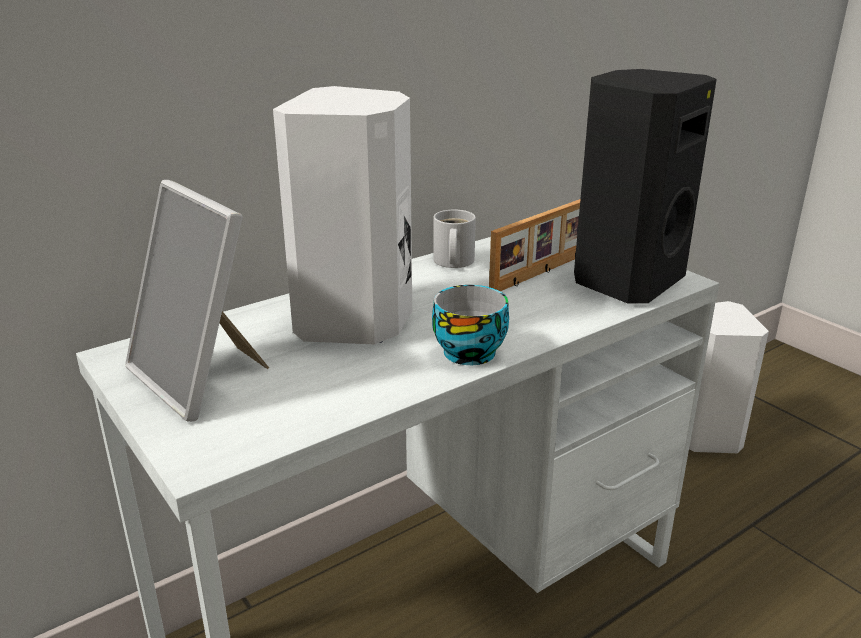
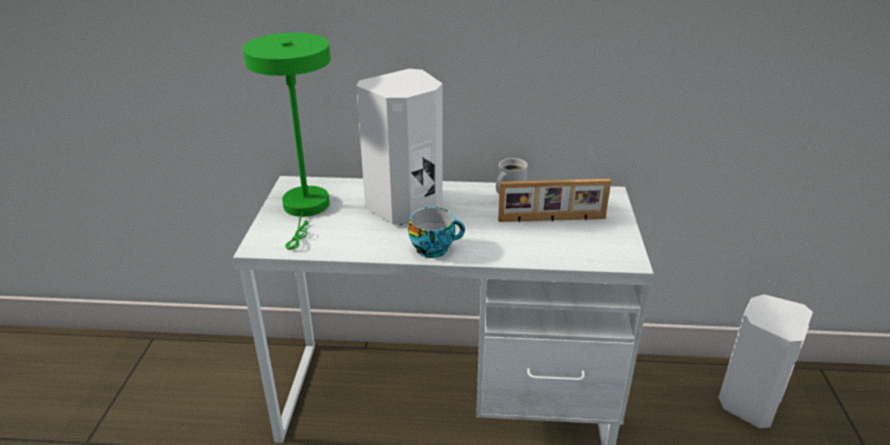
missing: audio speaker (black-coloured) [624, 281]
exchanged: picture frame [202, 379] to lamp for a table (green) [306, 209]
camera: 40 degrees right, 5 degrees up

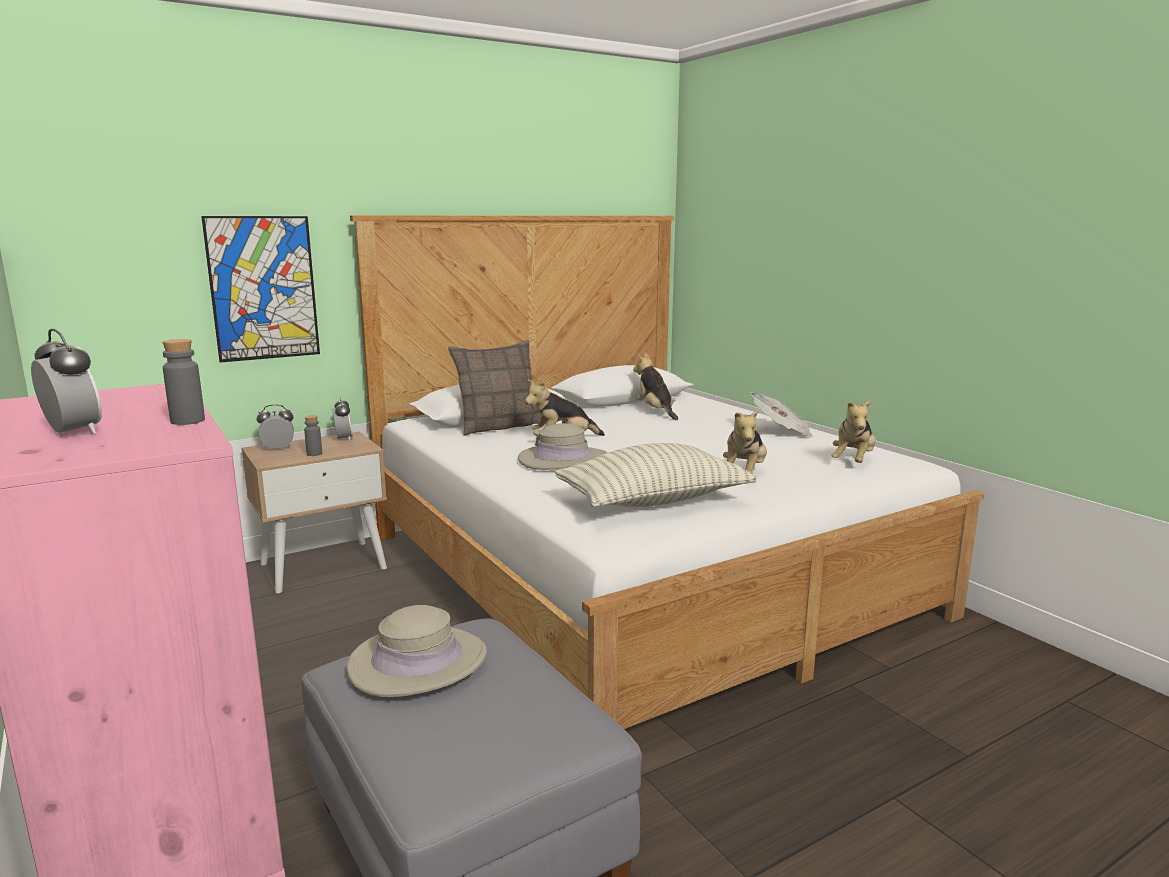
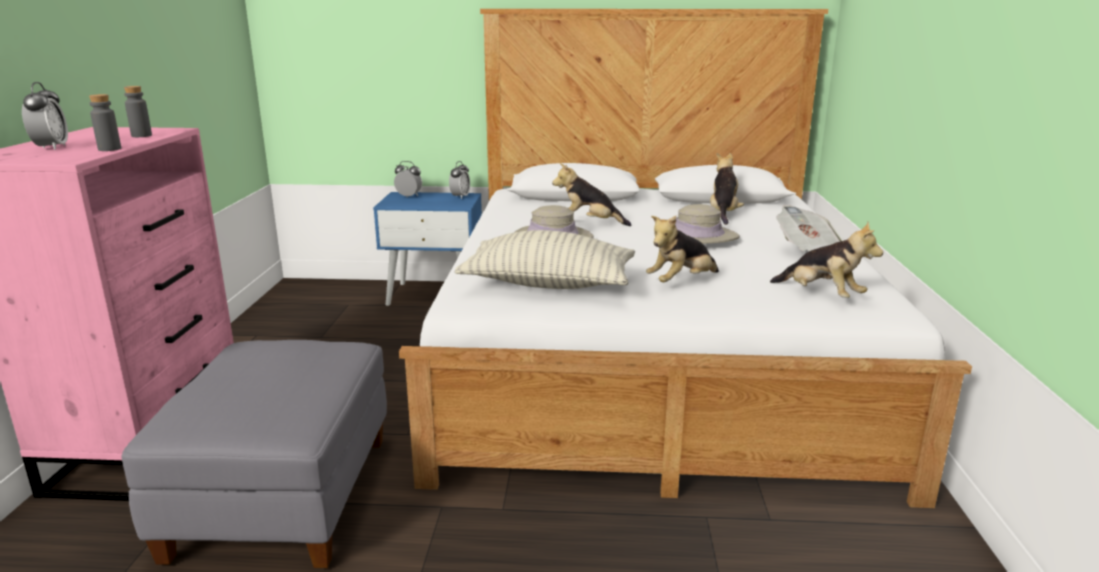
missing: picture [263, 288]; cushion [499, 426]
relocated: bottle (grey) [314, 454] to [141, 136]; wearable hat (beige-coloured) [418, 662] to [697, 236]
colour: bedside table (beige-coloured) [324, 565] to bedside table (blue) [435, 294]
spun: cuddly toy [853, 462] = [821, 295] 105 degrees counterclockwise
camera: 35 degrees right, 5 degrees up

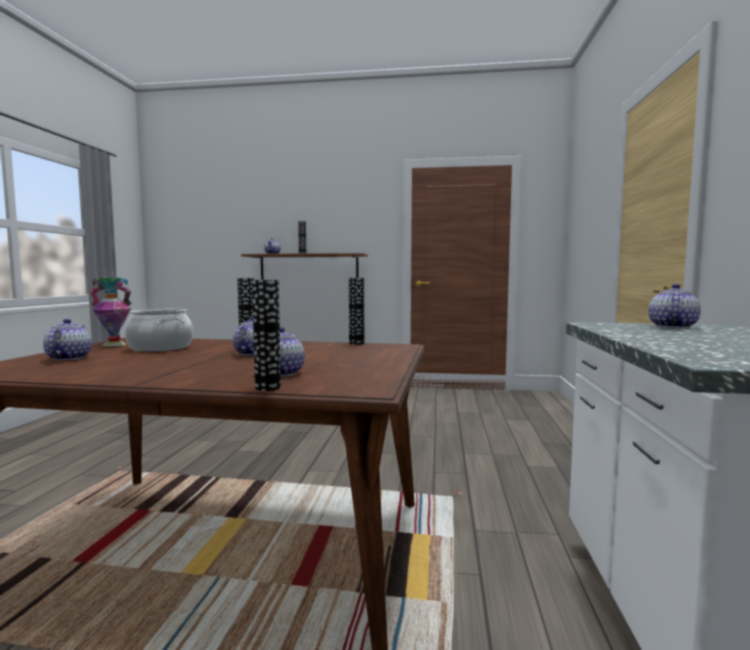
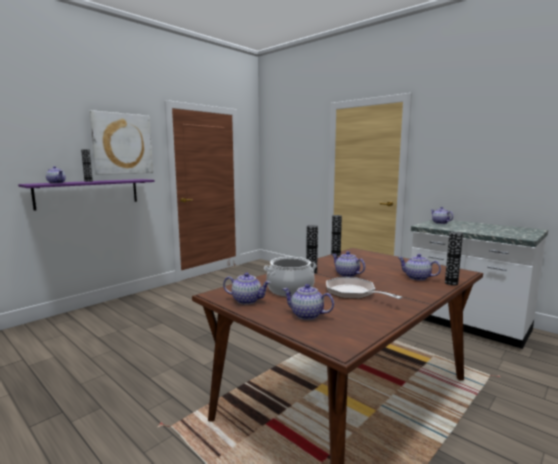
appeared: picture [122, 144]; frying pan [353, 293]
exchanged: vase [114, 344] to teapot [247, 300]
colour: bracket shelf (brown-coloured) [309, 267] to bracket shelf (purple-coloured) [88, 193]
camera: 55 degrees left, 5 degrees up

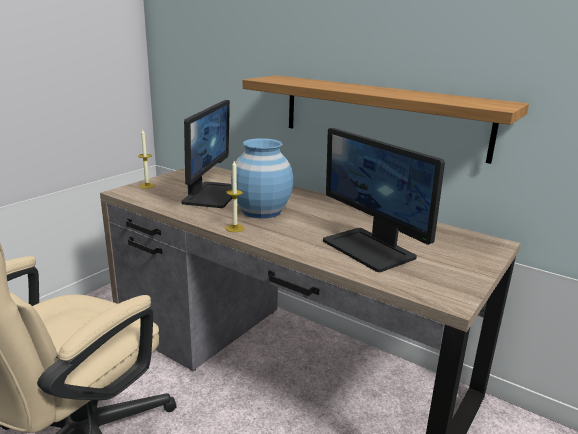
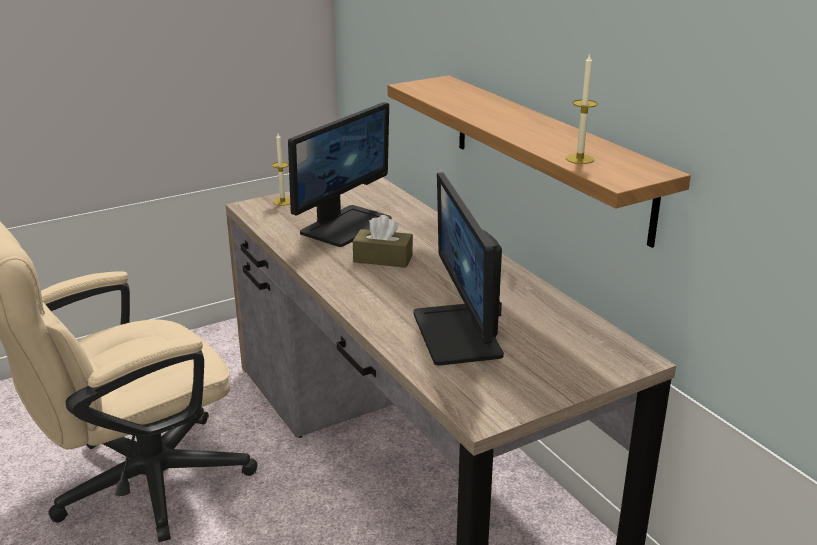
relocated: wax light [235, 228] to [579, 159]
exchanged: vase (blue) [262, 211] to tissue holder (brown-coloured) [383, 258]
camera: 25 degrees right, 5 degrees up

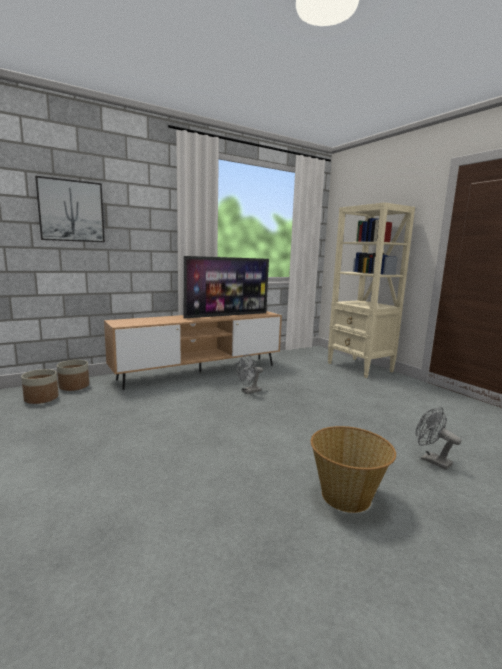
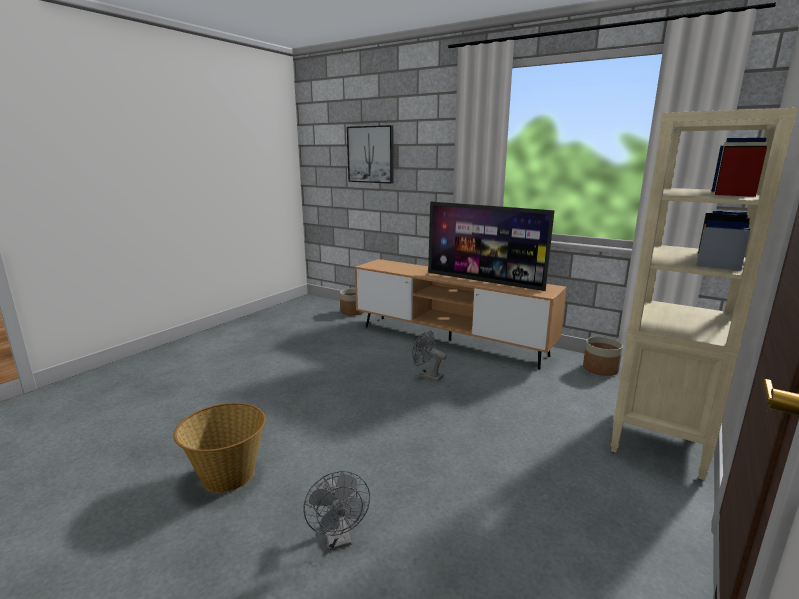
relocated: planter [41, 398] to [600, 369]
spun: fan (grey) [431, 460] = [338, 539] 135 degrees clockwise
camera: 65 degrees right, 5 degrees up

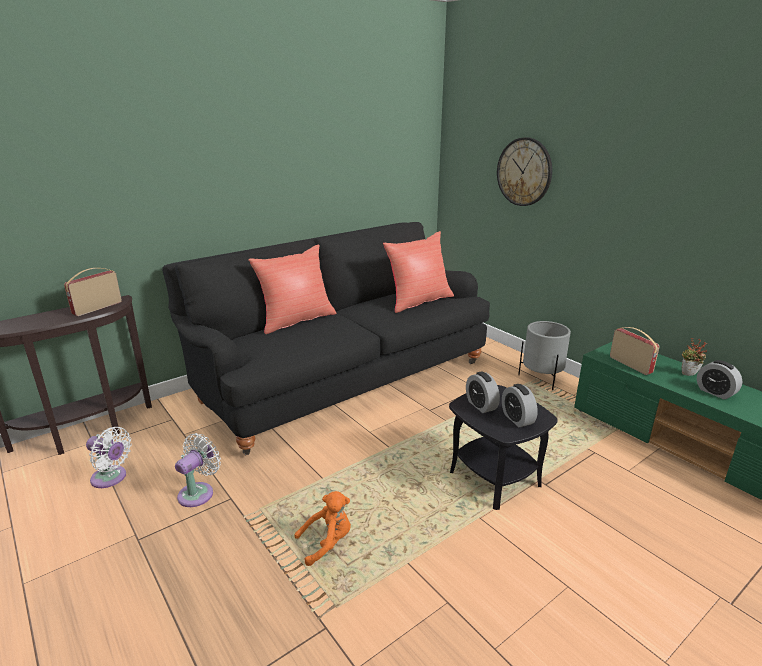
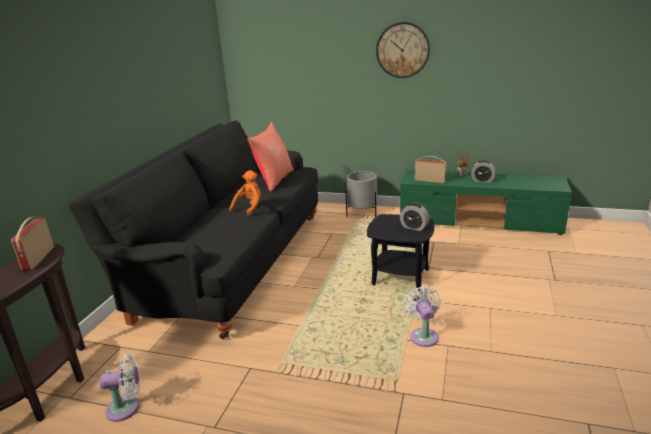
missing: cushion (red-coloured) [296, 320]; bedside clock [481, 405]
relocated: fan (whitish) [199, 492] to [423, 335]; cuddly toy (orange-coloured) [327, 543] to [249, 207]; wall clock [524, 172] to [402, 50]
camera: 35 degrees left, 0 degrees up

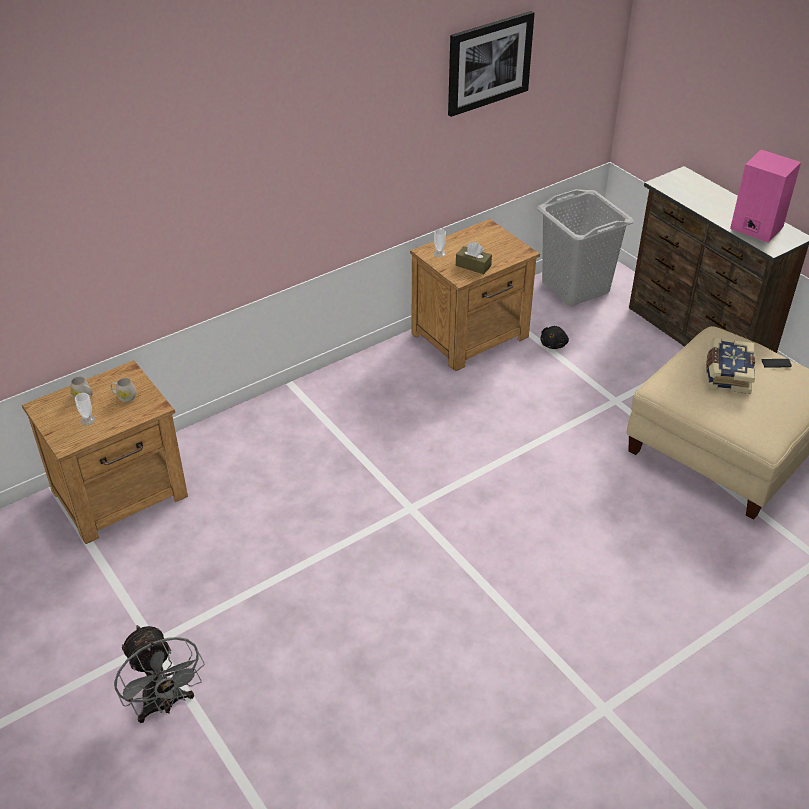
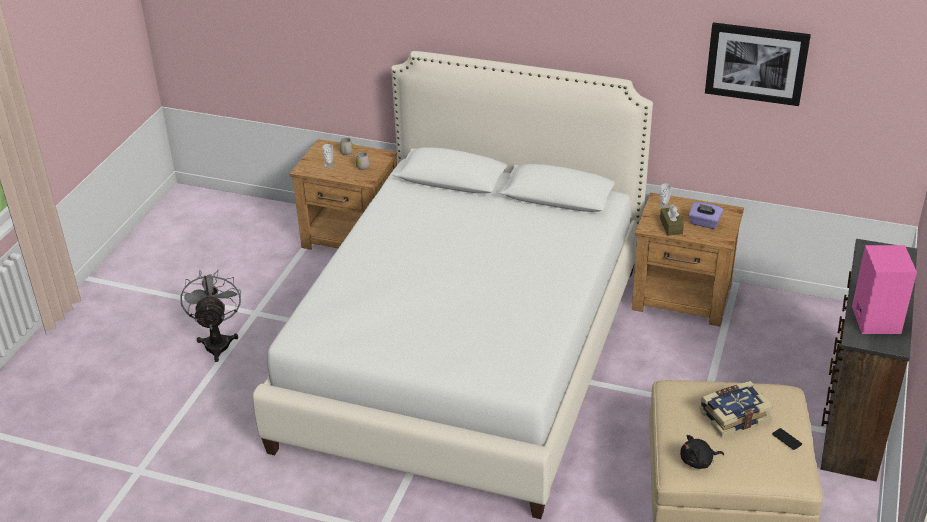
missing: laundry basket (grey) [575, 286]
appeared: sleeping bed (whitish) [466, 353]; tissue holder (purple-coloured) [704, 223]
relocated: cuddly toy (black-coloured) [554, 344] to [698, 461]
spun: fan (grey) [165, 705] = [217, 341] 150 degrees clockwise
camera: 55 degrees right, 5 degrees down

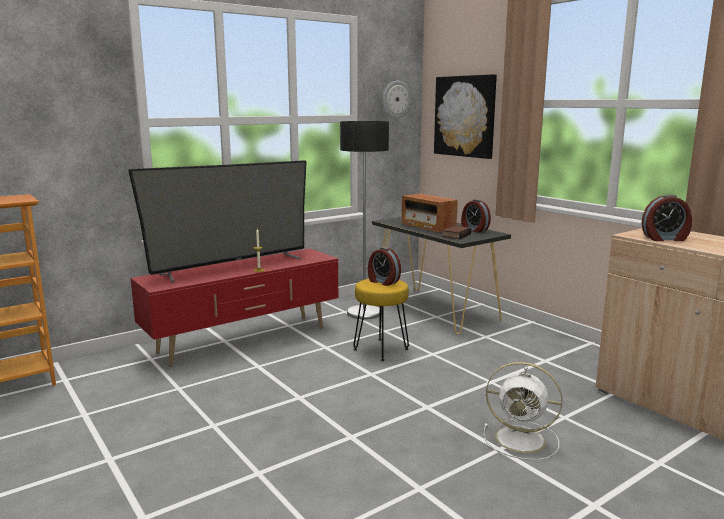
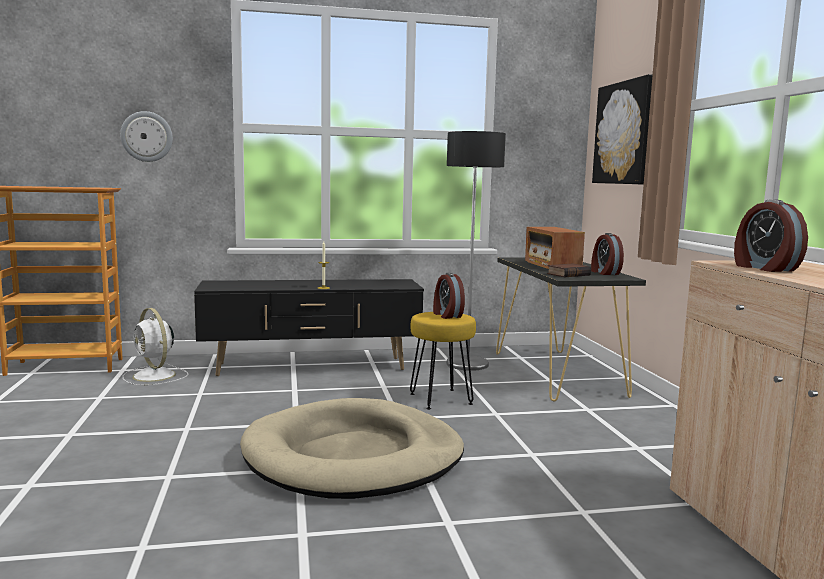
missing: television [232, 266]
appeared: dog bed (beige-coloured) [354, 456]
relocated: wall clock [396, 99] to [147, 136]; fan (whitish) [522, 440] to [155, 376]
colour: media console (red-coloured) [245, 340] to media console (black-coloured) [312, 367]
spun: bedside clock [665, 239] = [764, 268] 45 degrees clockwise
camera: 25 degrees right, 5 degrees down

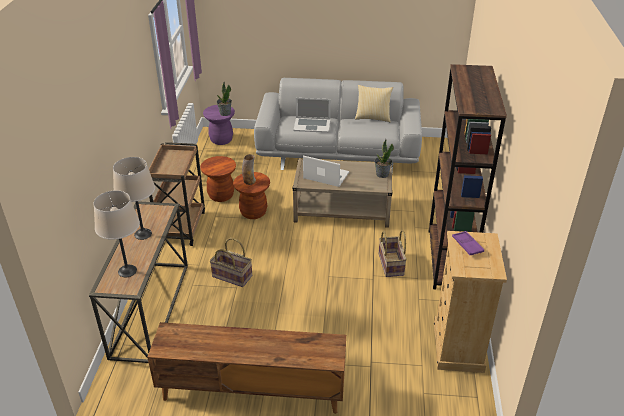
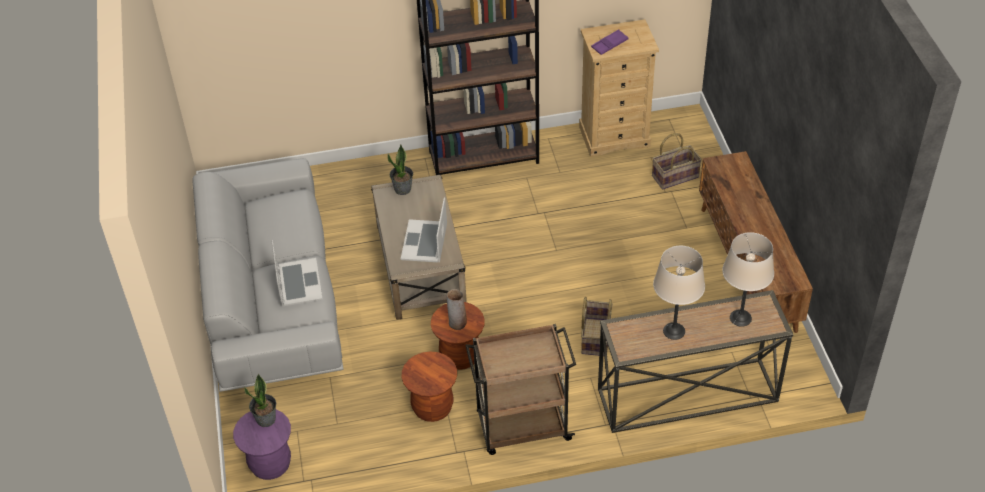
missing: cushion [373, 117]
relocated: basket [391, 264] to [675, 176]
camera: 105 degrees left, 10 degrees up

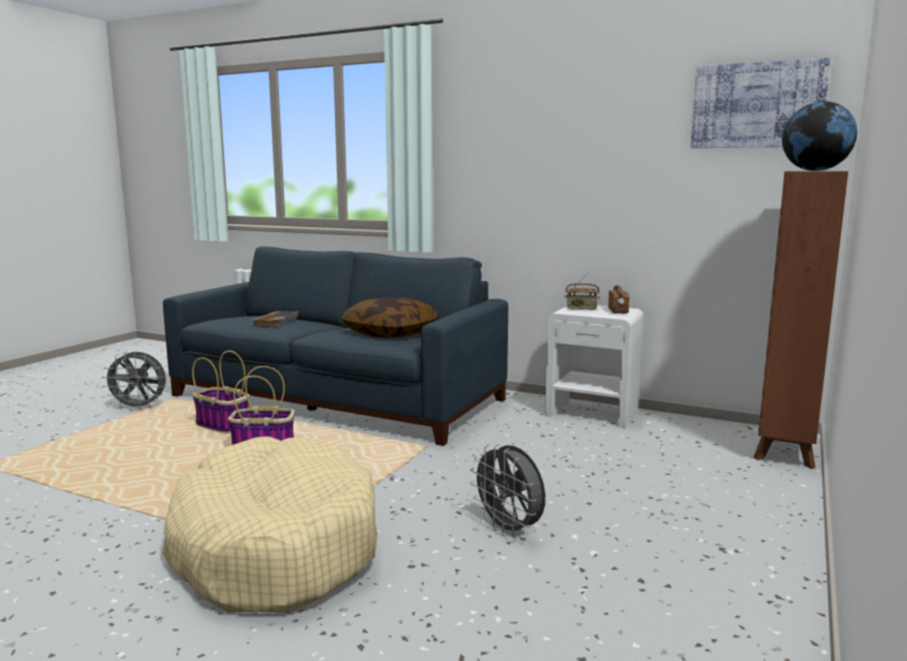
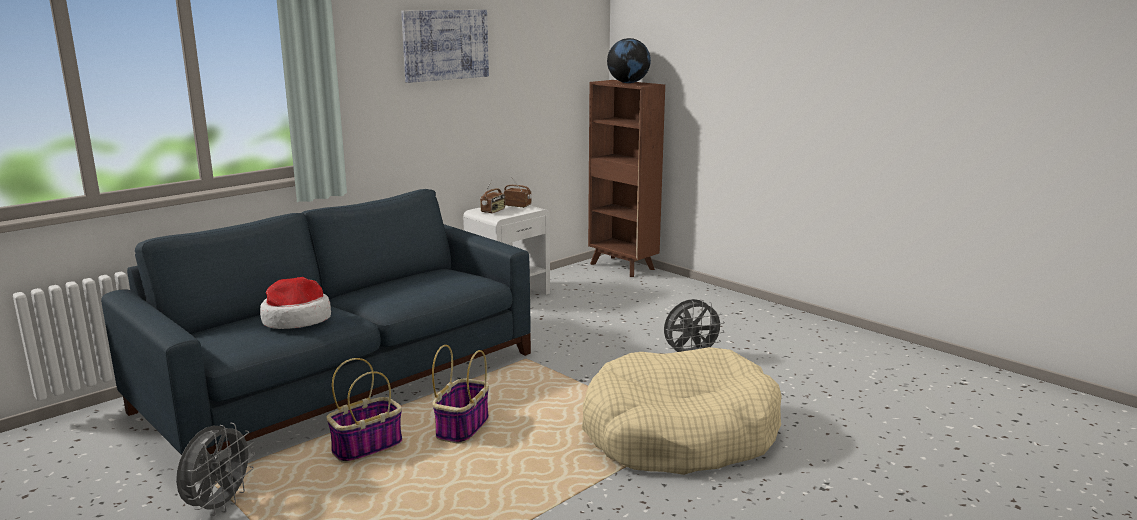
missing: cushion [391, 333]
relocated: picture [757, 105] to [445, 45]
exchanged: carrying tray (grey) [274, 322] to wearable hat [296, 320]
camera: 70 degrees left, 5 degrees up

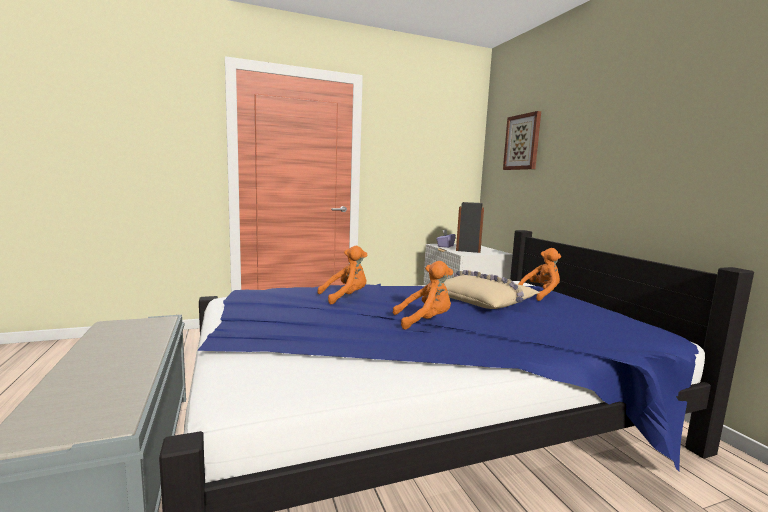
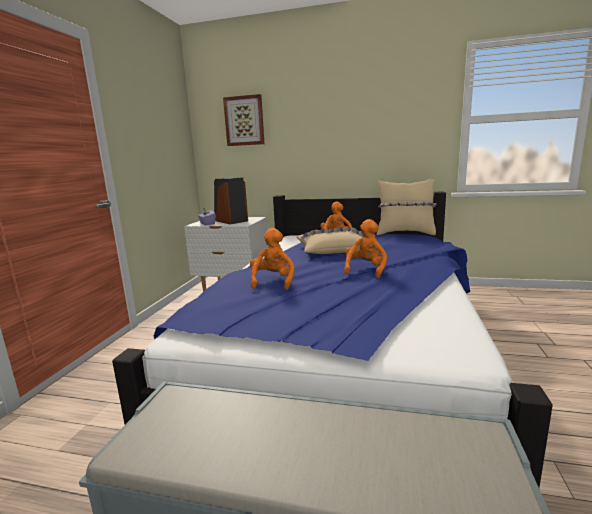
appeared: cushion (beige-coloured) [405, 233]
camera: 55 degrees left, 5 degrees up

